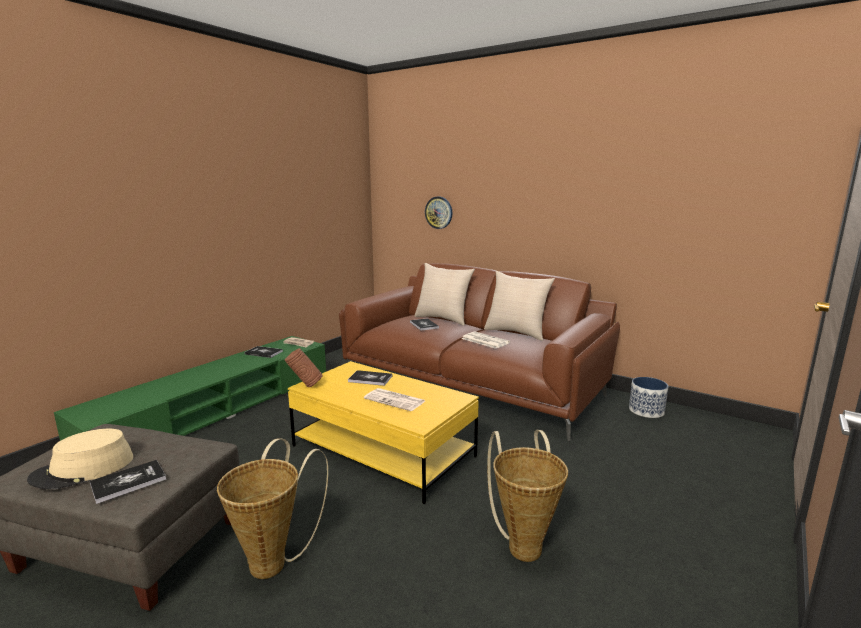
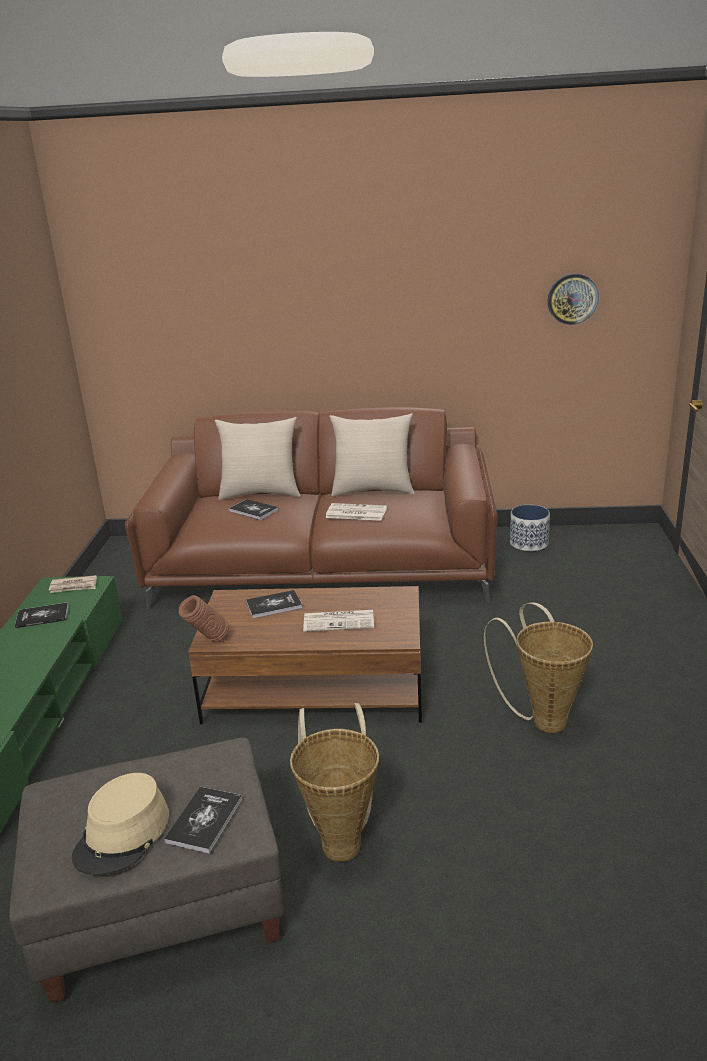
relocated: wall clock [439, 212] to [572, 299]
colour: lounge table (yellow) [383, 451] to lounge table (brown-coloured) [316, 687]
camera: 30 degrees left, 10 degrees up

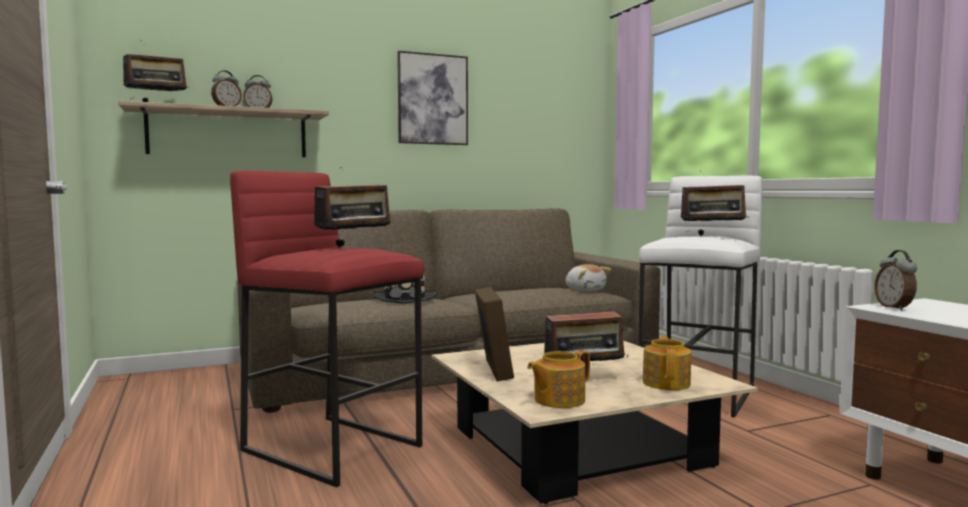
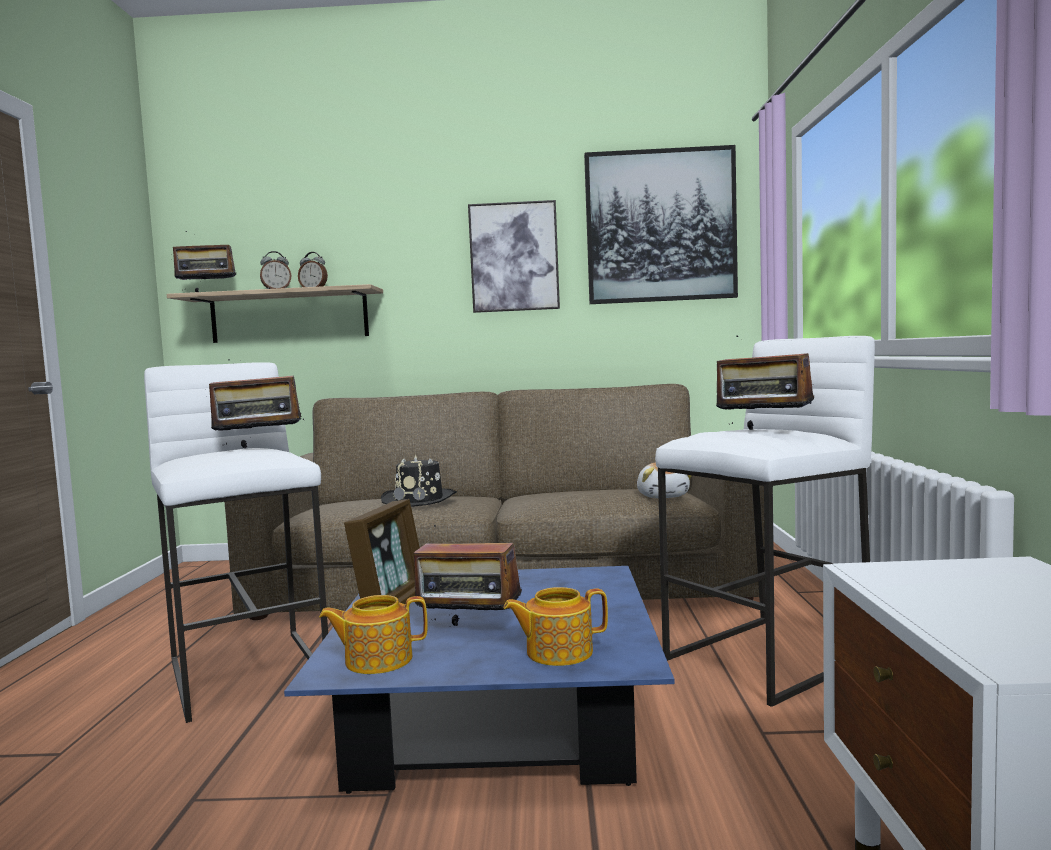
missing: bedside clock [895, 308]
appeared: picture [660, 226]
colour: sitting stool (red-coloured) [333, 447] to sitting stool (whitish) [250, 672]; lounge table (beige-coloured) [579, 446] to lounge table (blue) [498, 716]
spun: teapot [667, 383] = [557, 652] 135 degrees counterclockwise
camera: 25 degrees right, 0 degrees up

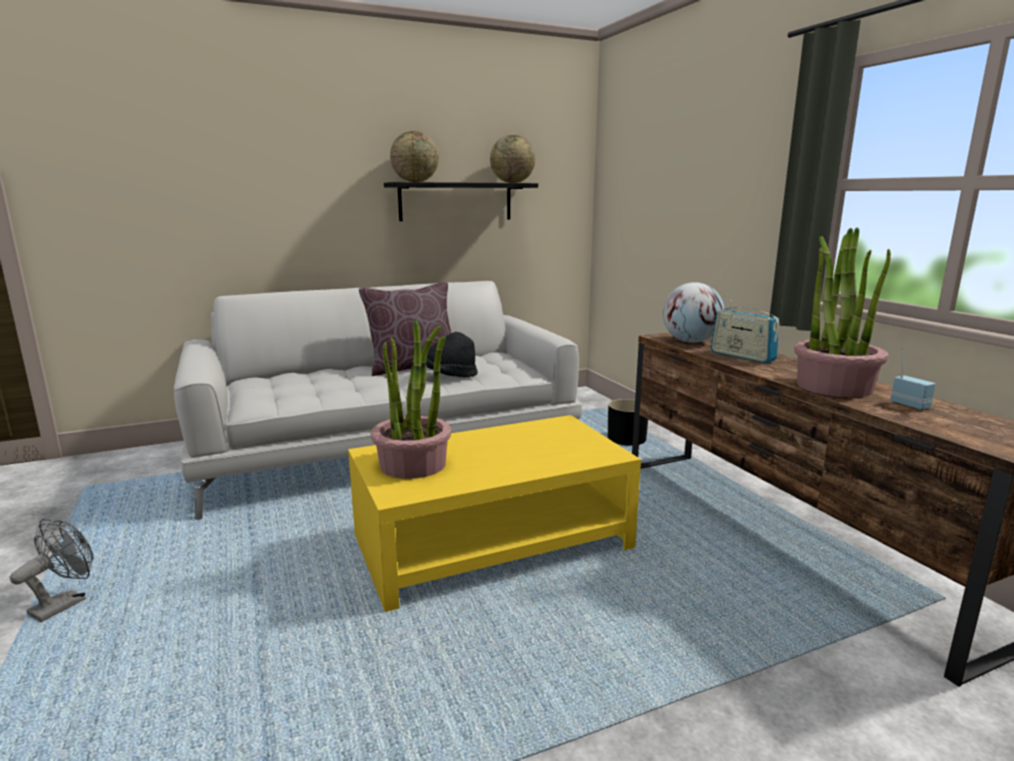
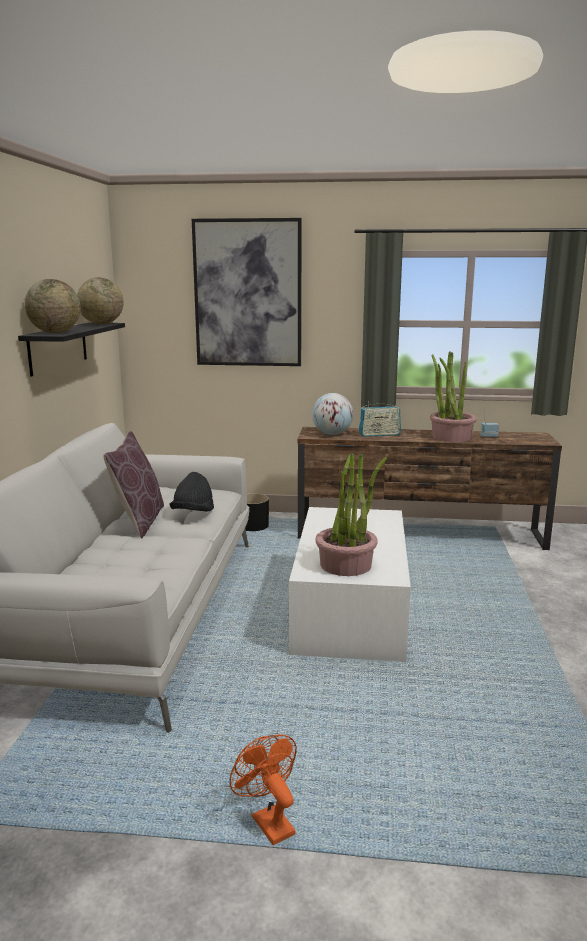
appeared: picture [248, 293]
colour: fan (grey) [65, 603] to fan (orange-coloured) [268, 821]; lounge table (yellow) [492, 542] to lounge table (whitish) [350, 608]
camera: 60 degrees left, 0 degrees up

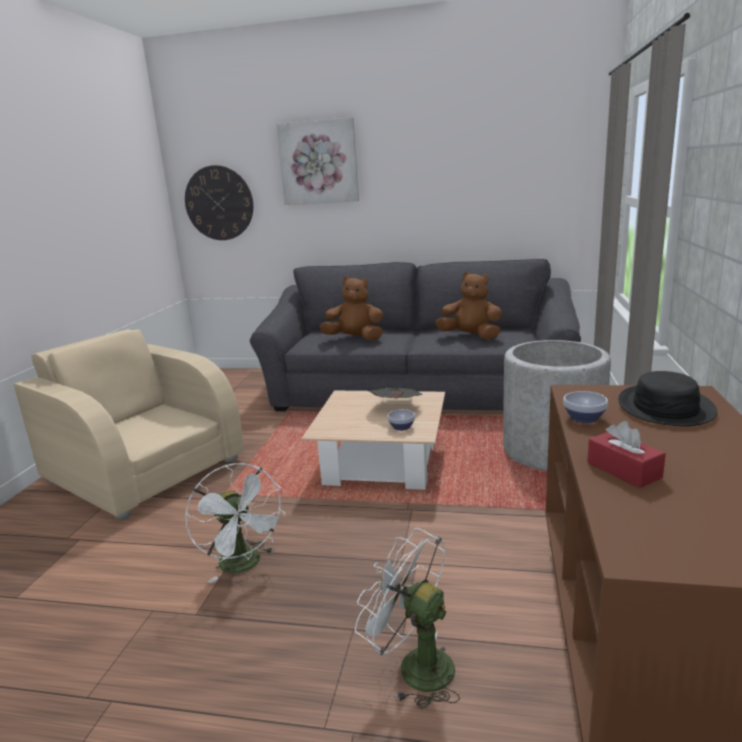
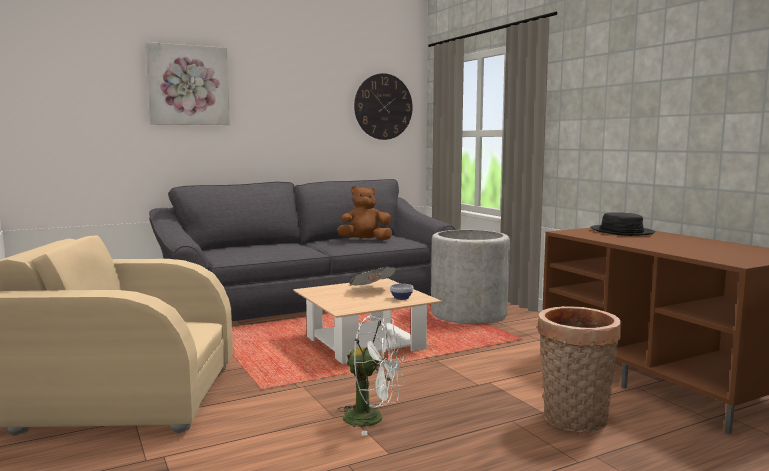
missing: cuddly toy (brown-coloured) [355, 339]; bowl [584, 419]; tissue holder (red-coloured) [623, 470]
relocated: wall clock [219, 203] to [383, 106]
exchanged: fan (whitish) [414, 666] to basket [574, 421]
camera: 40 degrees left, 10 degrees down

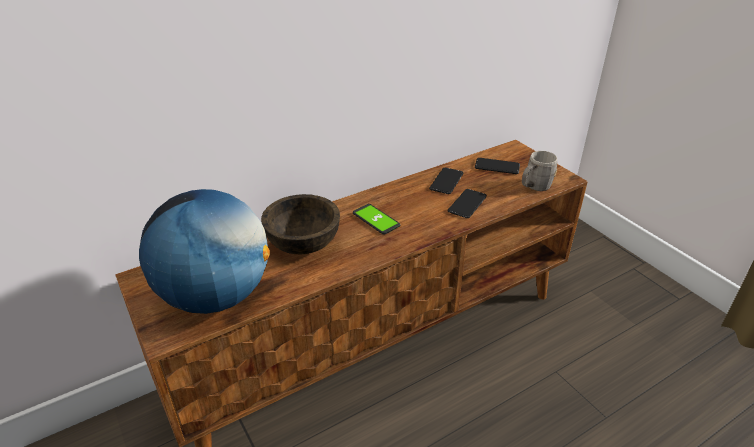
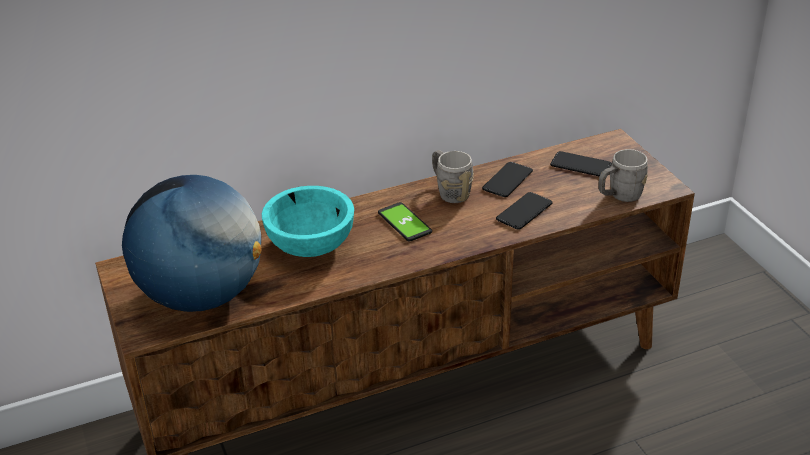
appeared: coffee mug (grey) [450, 191]
colour: bowl (brown-coloured) [304, 243] to bowl (blue-green) [311, 245]
camera: 10 degrees right, 0 degrees up

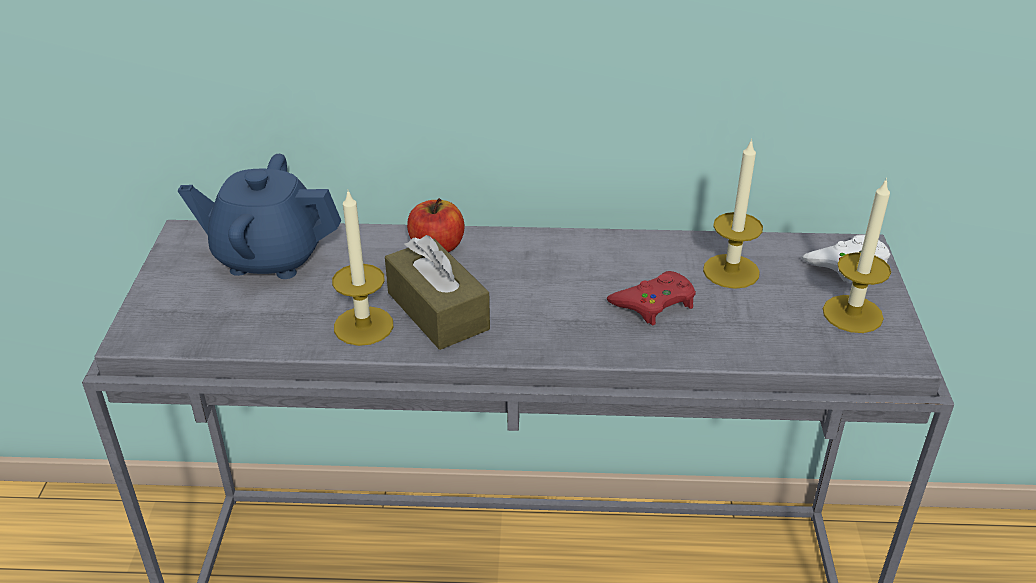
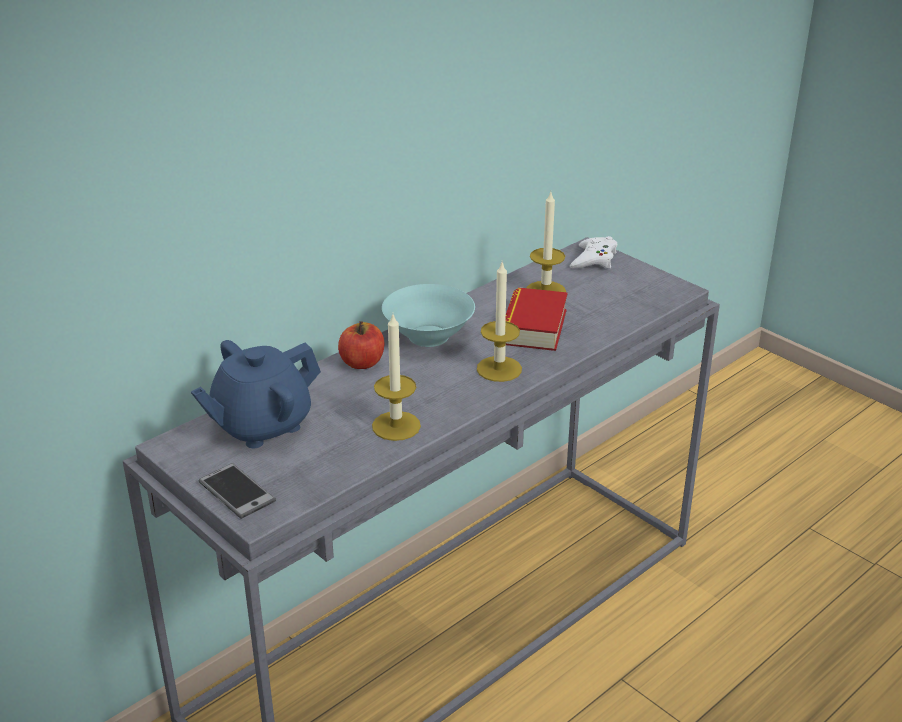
missing: tissue holder (brown-coloured) [438, 311]
appeared: handset [236, 492]; bowl (blue-green) [428, 336]
relocated: wax light [852, 314] to [499, 369]
exchanged: game controller (red-coloured) [654, 303] to bound book [534, 327]
camera: 45 degrees left, 5 degrees down

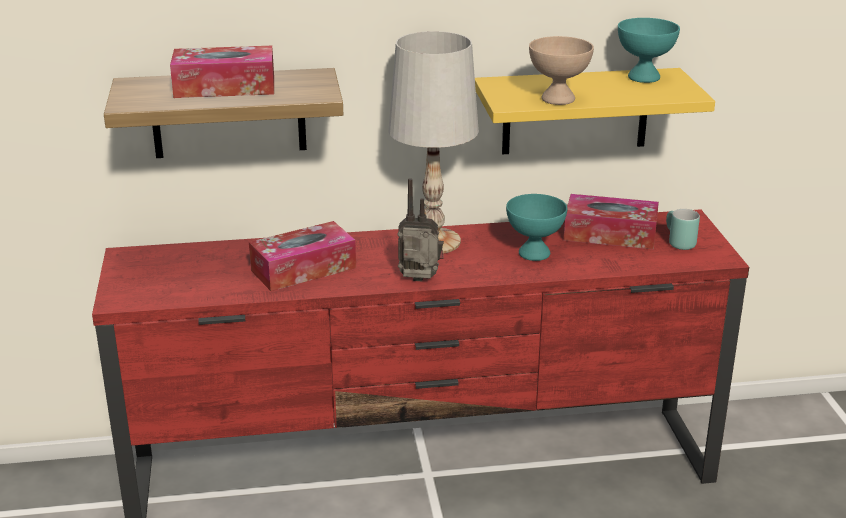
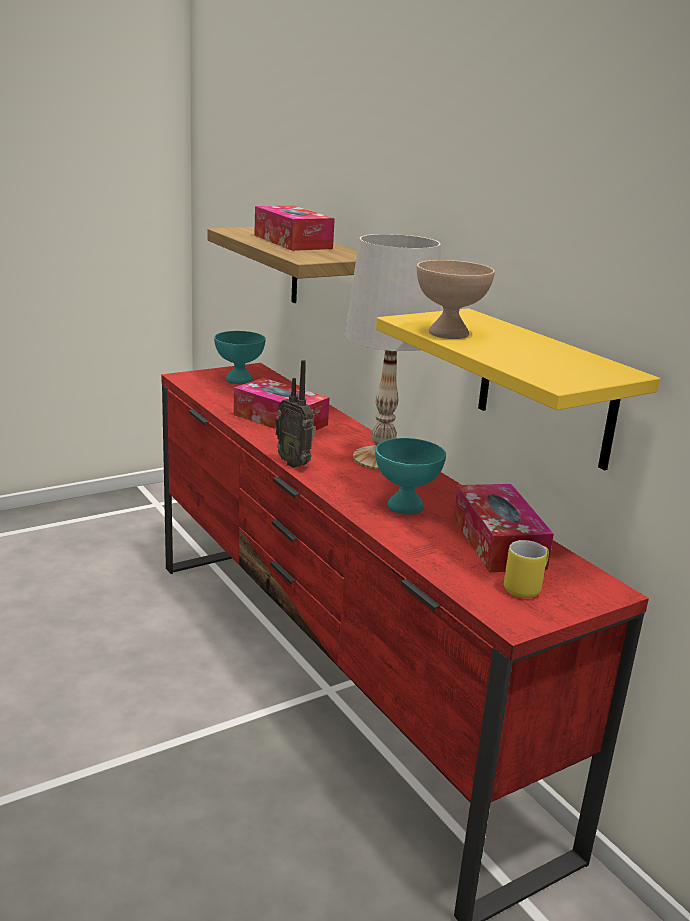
relocated: bowl (blue-green) [644, 77] to [240, 380]
colour: coffee mug (blue-green) [676, 242] to coffee mug (yellow) [524, 586]
spun: radio receiver [420, 282] = [295, 463] 150 degrees clockwise
camera: 65 degrees right, 5 degrees down

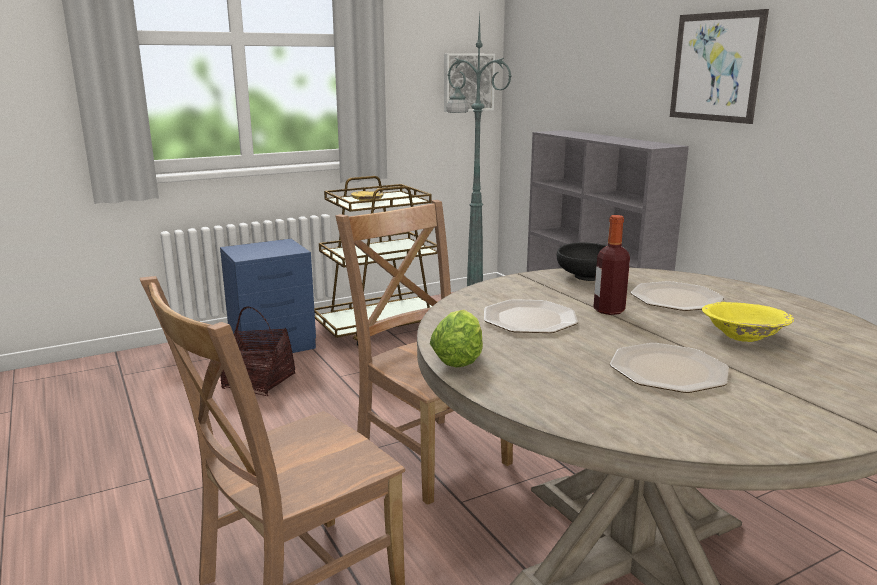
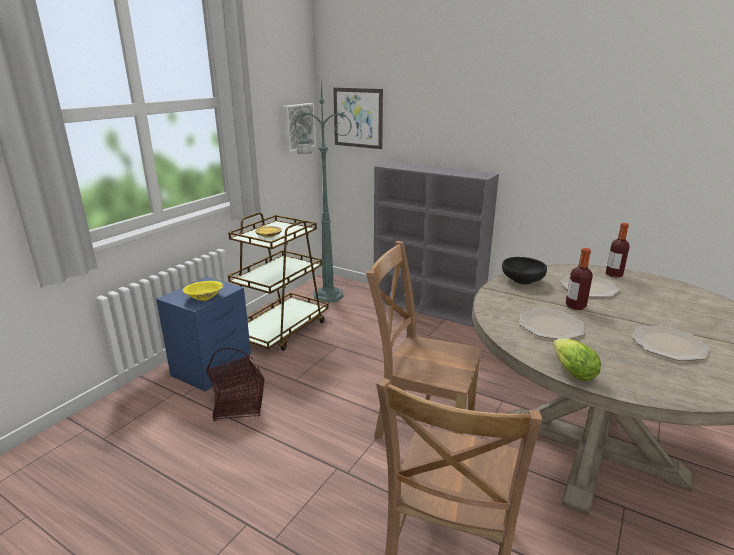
appeared: bottle [614, 274]
relocated: picture [716, 67] to [358, 118]; bowl (yellow) [743, 336] to [204, 297]
camera: 30 degrees left, 5 degrees up

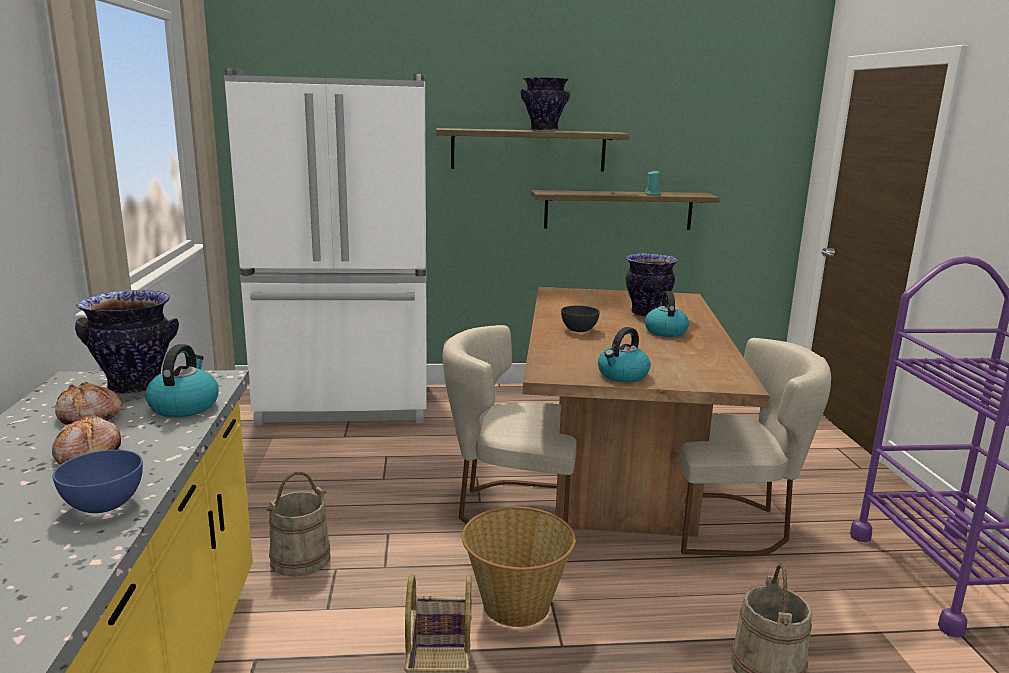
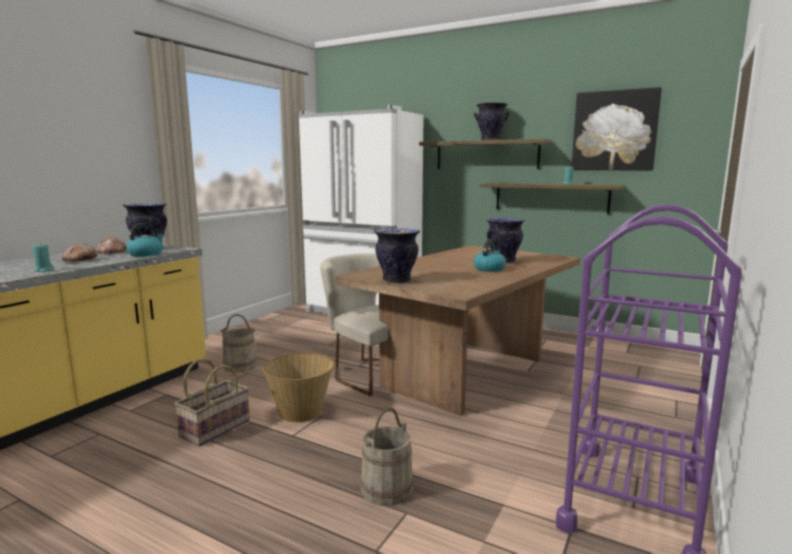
missing: bowl (grey) [579, 330]; upright chair (beige-coloured) [730, 524]
appeared: picture [614, 131]
exchanged: bowl (blue) [103, 505] to wax light (blue-green) [44, 270]; tea kettle [622, 375] to vase [397, 281]
camera: 35 degrees right, 5 degrees down

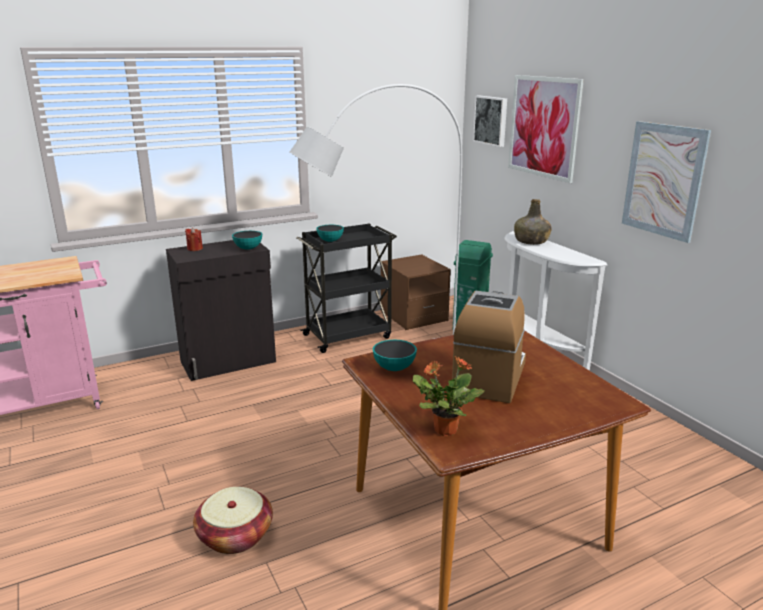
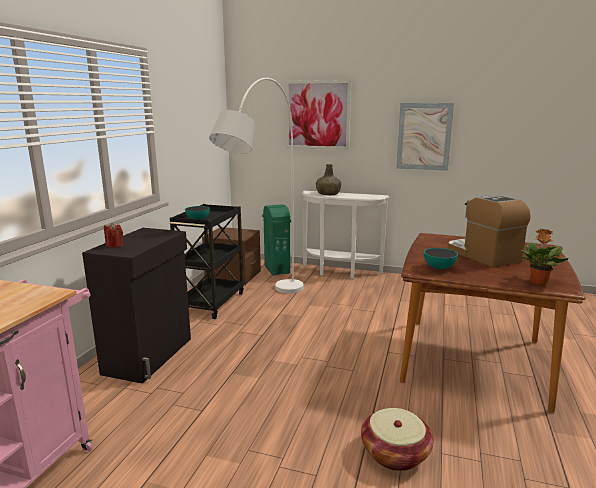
missing: bowl [248, 248]; picture [491, 120]
camera: 45 degrees left, 5 degrees down

